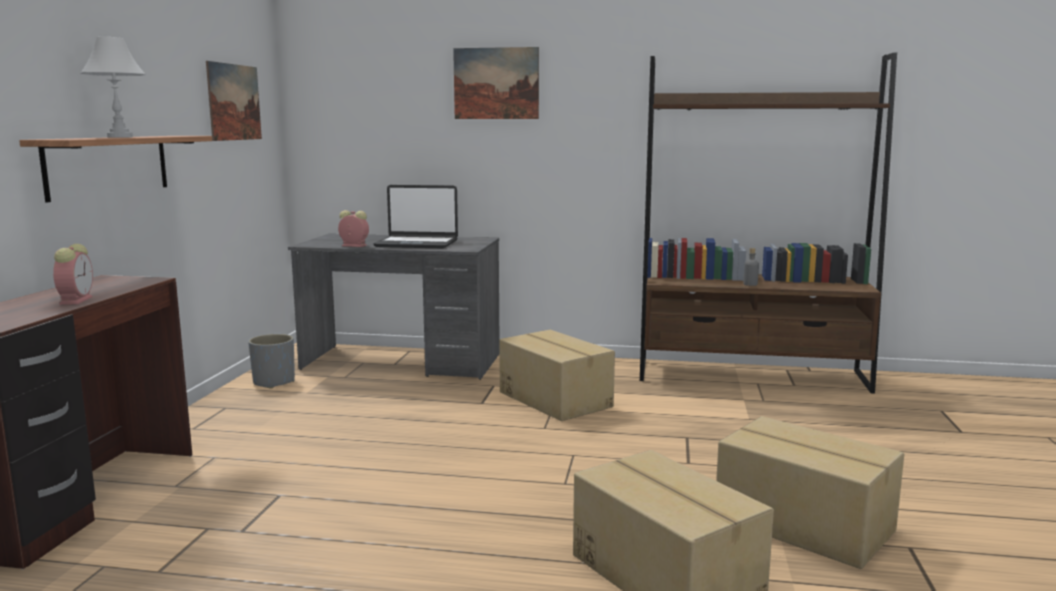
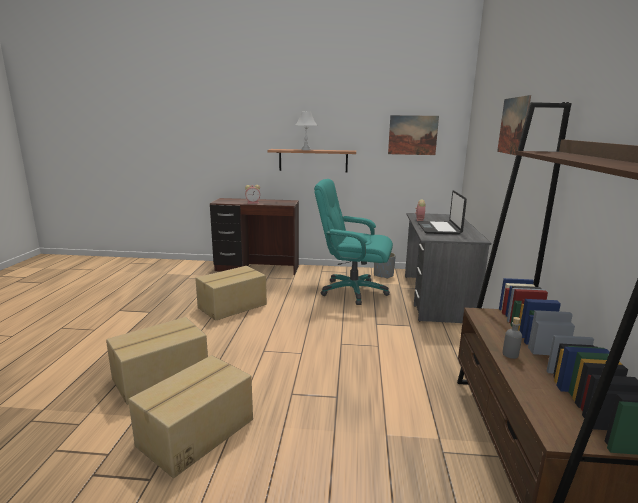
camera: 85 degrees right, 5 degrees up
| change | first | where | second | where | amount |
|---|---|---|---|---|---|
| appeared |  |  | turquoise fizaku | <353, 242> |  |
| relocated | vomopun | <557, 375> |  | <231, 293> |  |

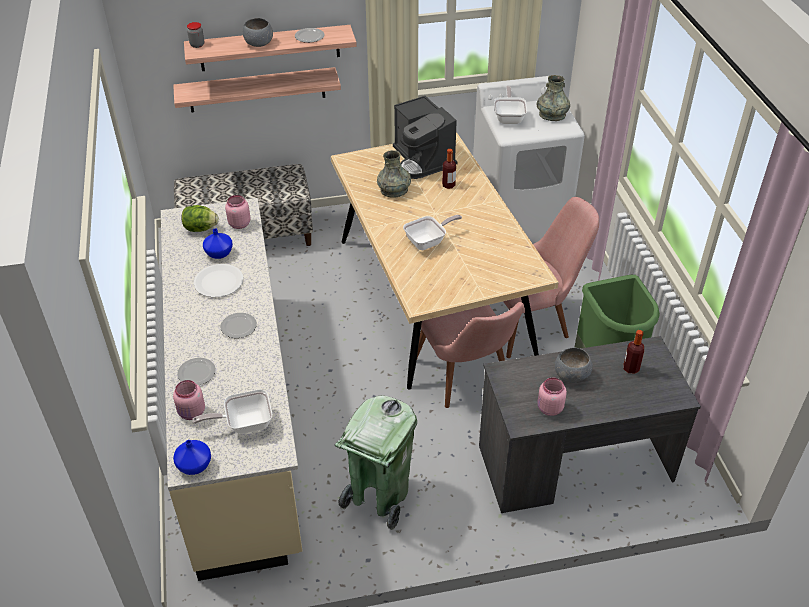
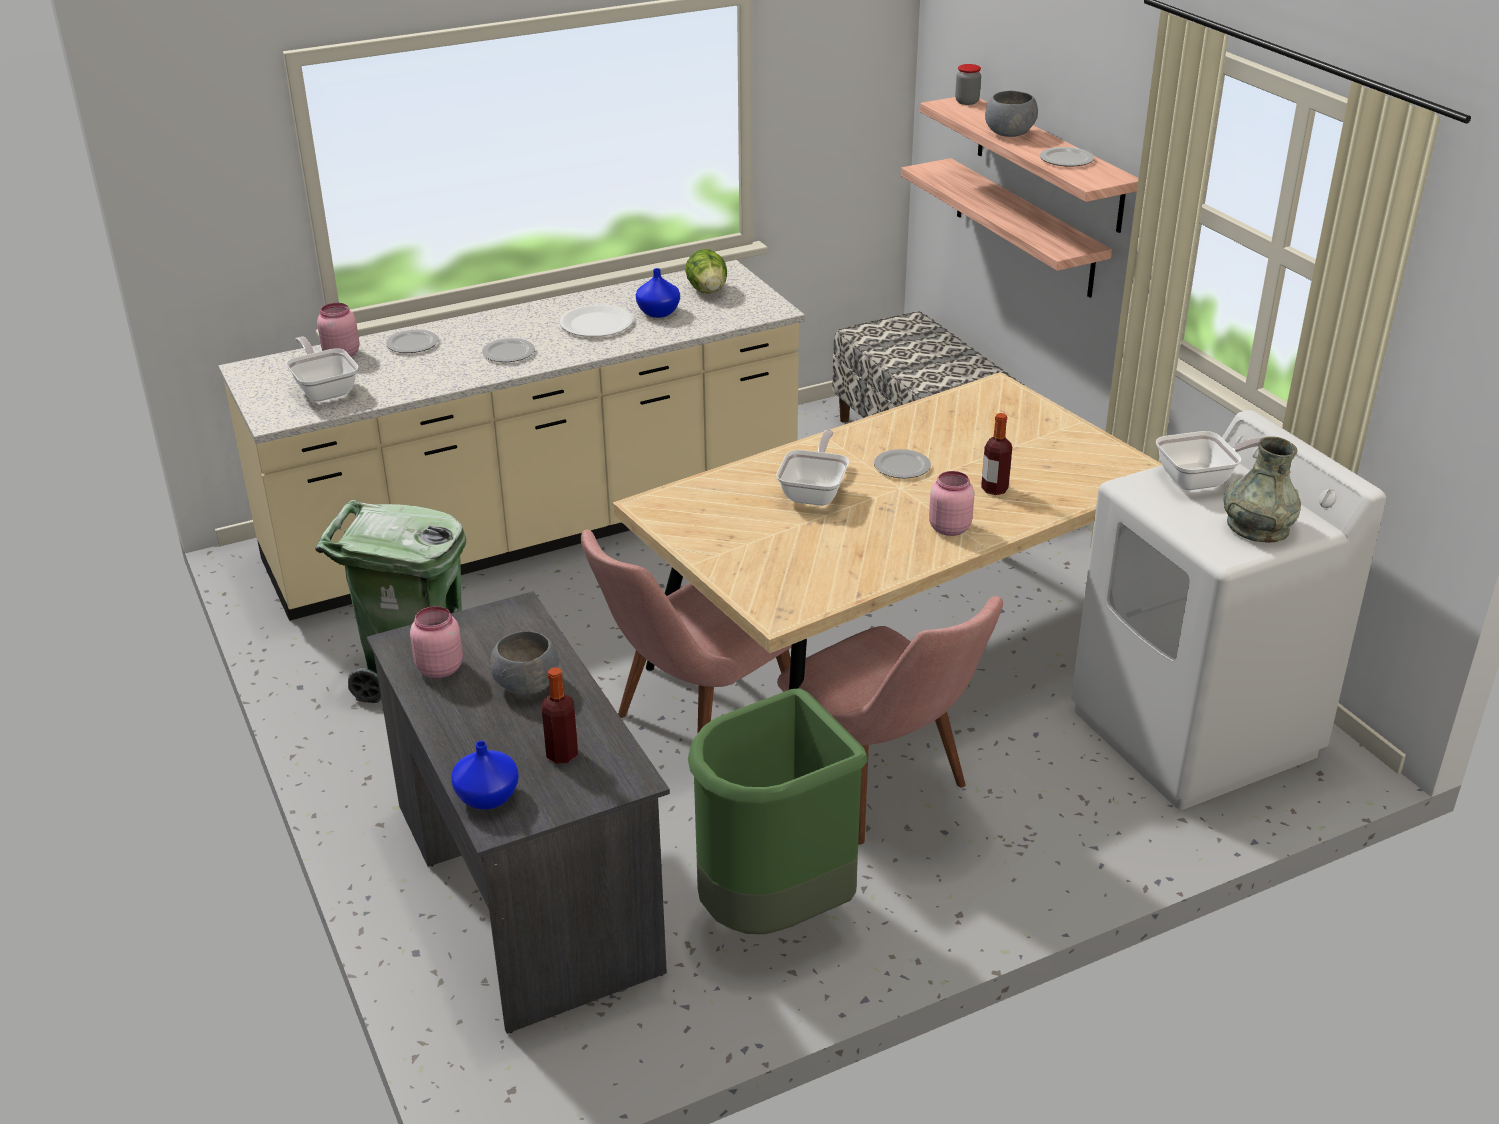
camera: 75 degrees right, 10 degrees down
| change | first | where | second | where | amount |
|---|---|---|---|---|---|
| missing | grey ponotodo | <394, 174> |  |  |  |
| missing | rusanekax | <425, 137> |  |  |  |
| appeared |  |  | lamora | <902, 463> |  |
| relocated | blue ponotodo | <192, 457> |  | <485, 775> |  |
| relocated | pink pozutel | <237, 212> |  | <952, 503> |  |
| spun | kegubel | <432, 232> |  | <812, 468> | 120 degrees counterclockwise |

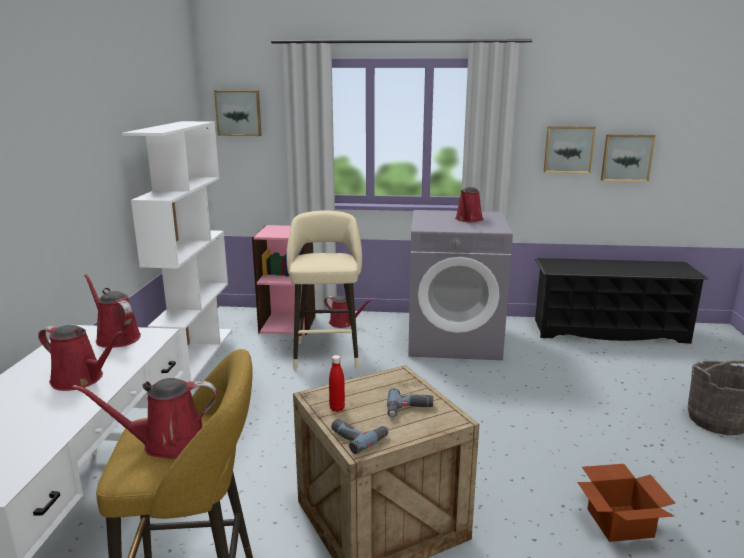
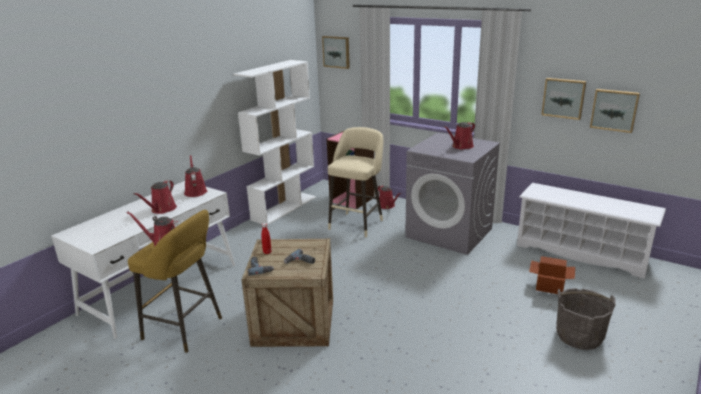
camera: 30 degrees right, 5 degrees up
| change | first | where | second | where | amount |
|---|---|---|---|---|---|
| relocated | vomopun | <626, 503> |  | <552, 275> |  |
| colour | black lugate | <621, 301> | white lugate | <591, 231> |  |
| spun | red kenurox | <81, 358> |  | <155, 197> | 60 degrees clockwise |

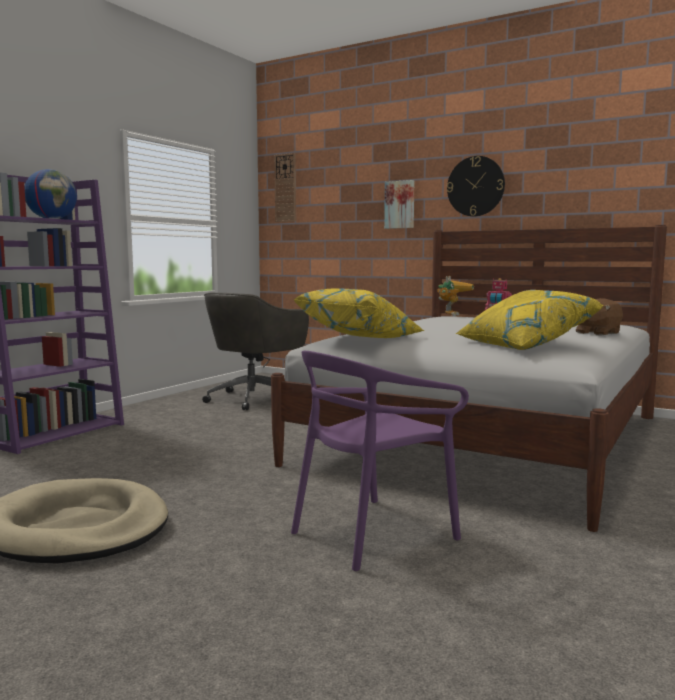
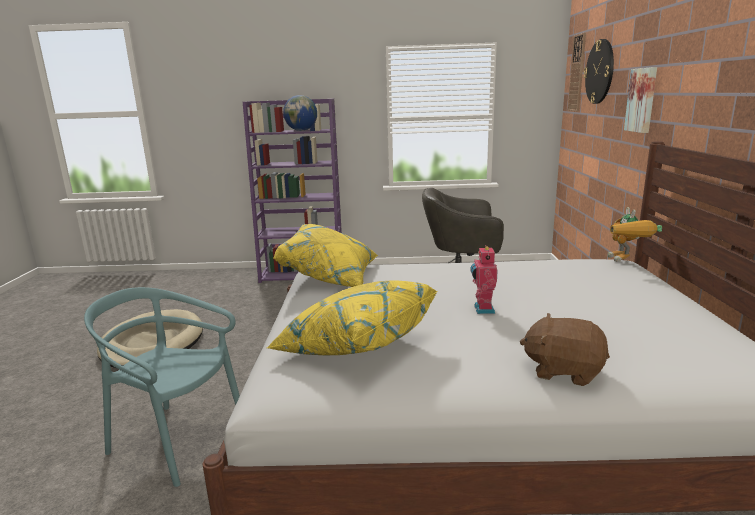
camera: 60 degrees right, 10 degrees up
| change | first | where | second | where | amount |
|---|---|---|---|---|---|
| relocated | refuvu | <476, 186> |  | <598, 71> |  |
| colour | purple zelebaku | <380, 461> | turquoise zelebaku | <162, 387> |  |
| spun | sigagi | <456, 296> |  | <635, 234> | 90 degrees clockwise |

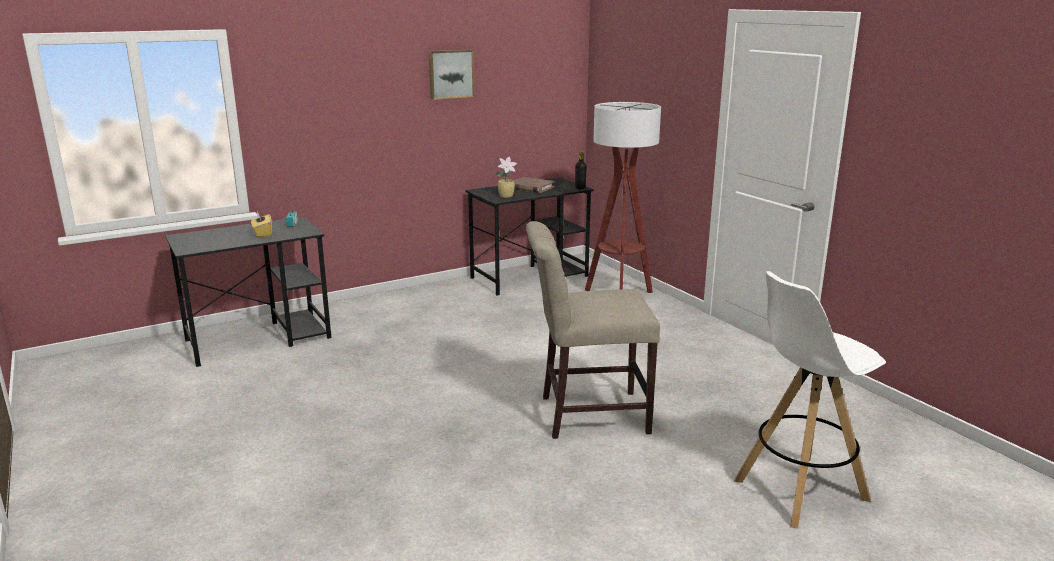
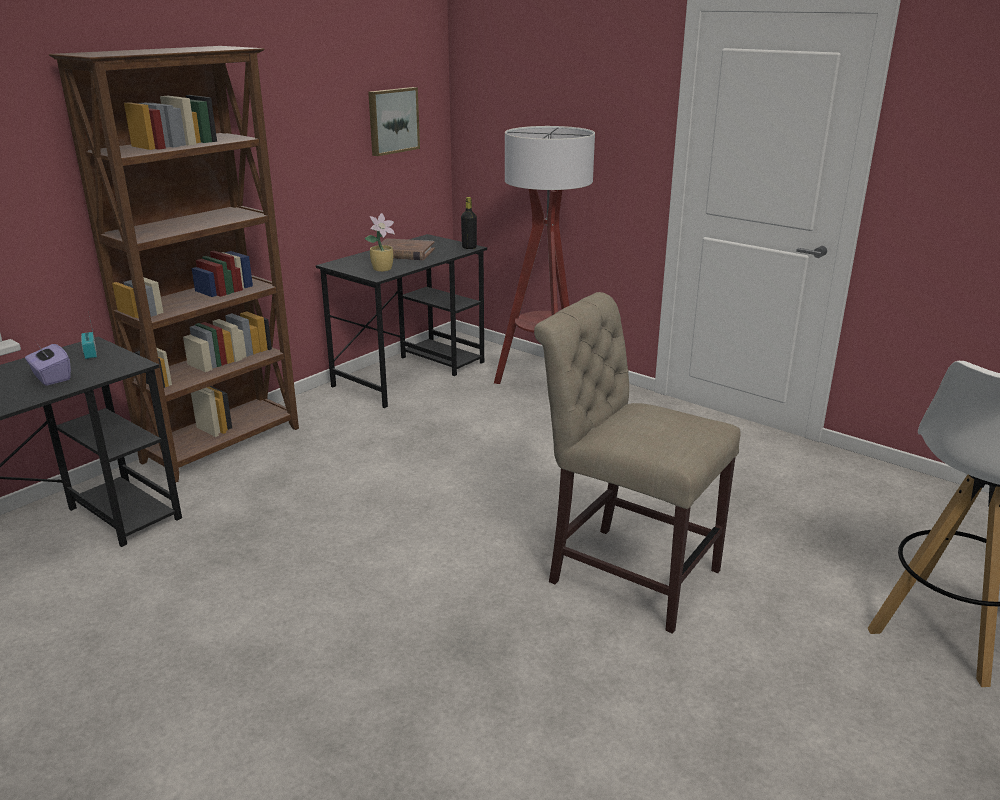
camera: 20 degrees left, 5 degrees up
| change | first | where | second | where | amount |
|---|---|---|---|---|---|
| appeared |  |  | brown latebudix | <174, 264> |  |
| relocated | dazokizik | <451, 75> |  | <394, 121> |  |
| colour | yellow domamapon | <261, 224> | purple domamapon | <48, 364> |  |
| spun | beige zelebaku | <593, 330> |  | <637, 463> | 60 degrees clockwise |

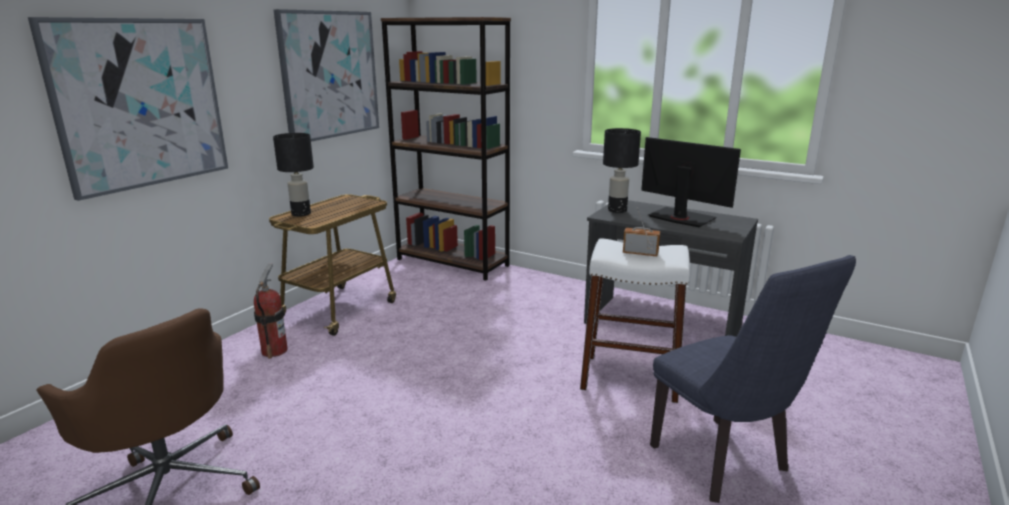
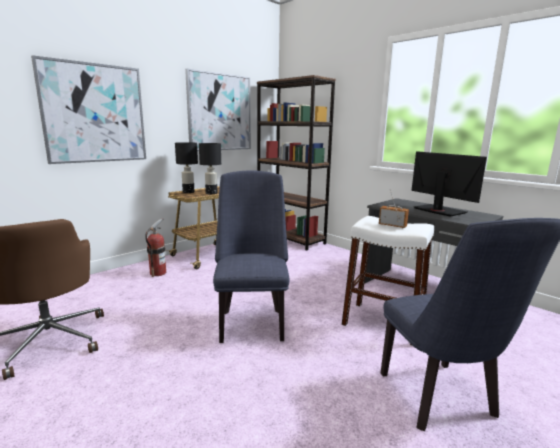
camera: 15 degrees right, 5 degrees down
| change | first | where | second | where | amount |
|---|---|---|---|---|---|
| appeared |  |  | blue zelebaku | <251, 256> |  |
| relocated | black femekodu | <622, 170> |  | <210, 168> |  |

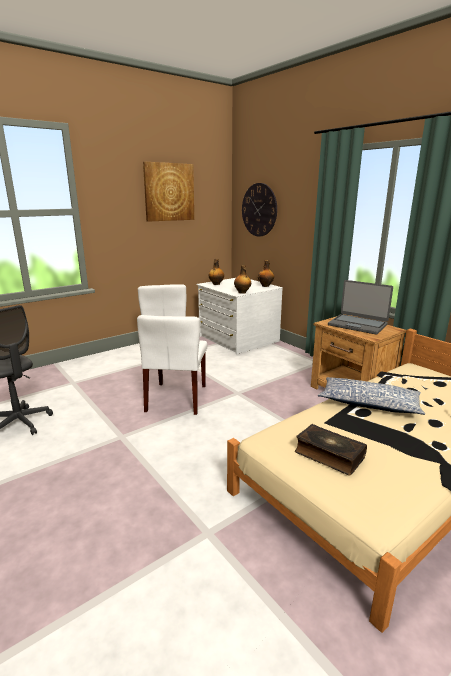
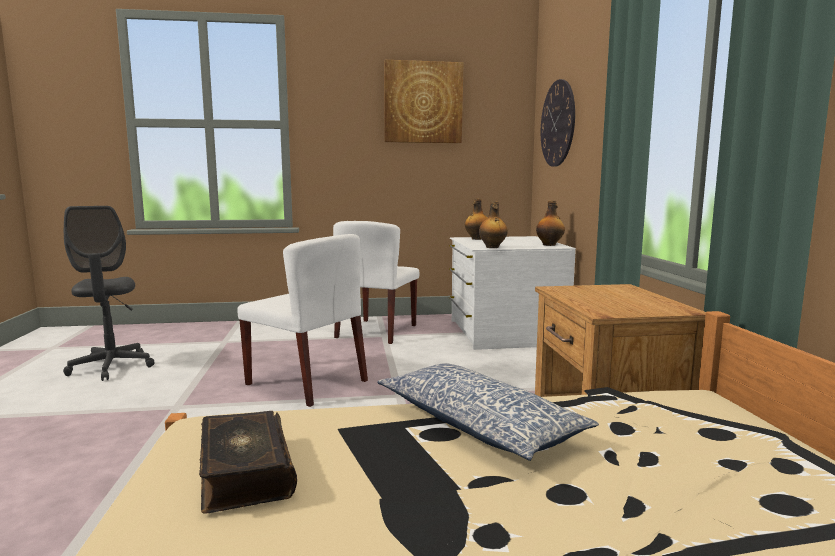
camera: 30 degrees right, 10 degrees down
| change | first | where | second | where | amount |
|---|---|---|---|---|---|
| missing | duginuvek | <360, 307> |  |  |  |
| spun | white zelebaku | <172, 365> |  | <302, 320> | 90 degrees counterclockwise |

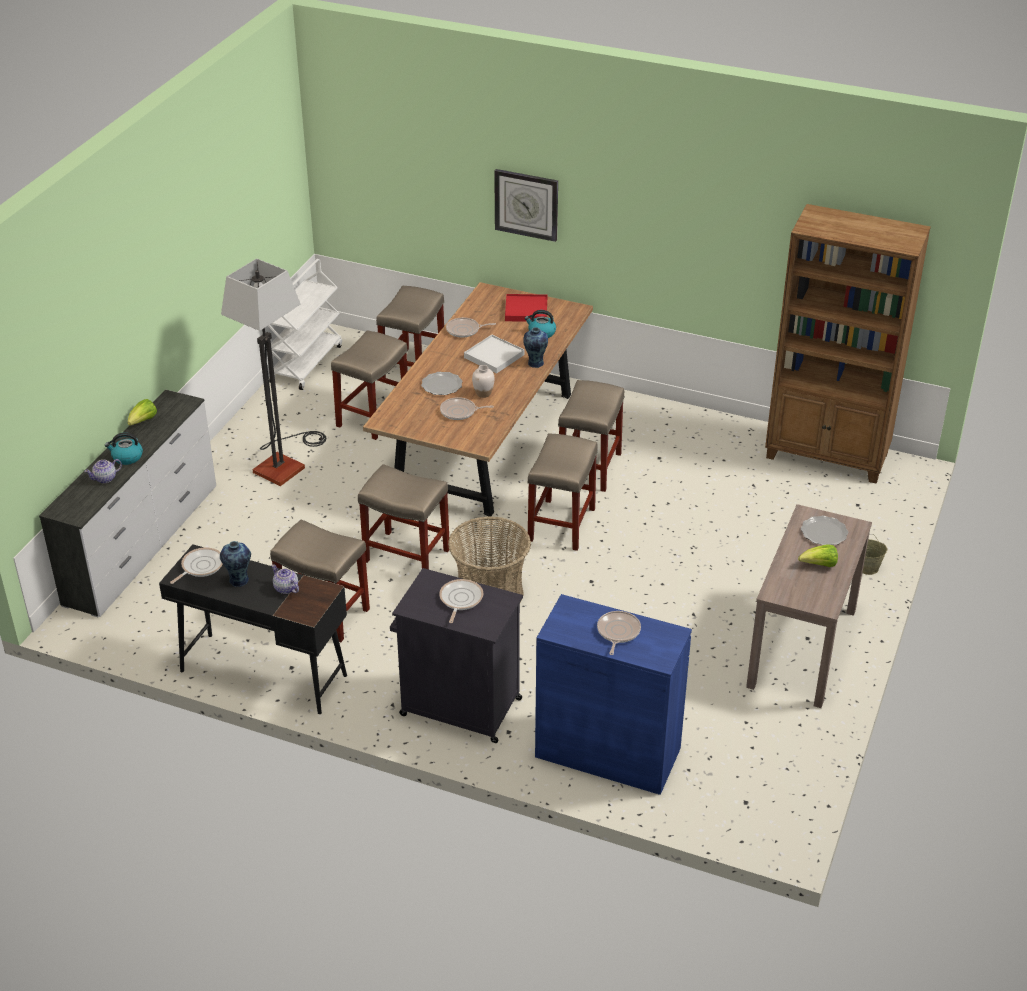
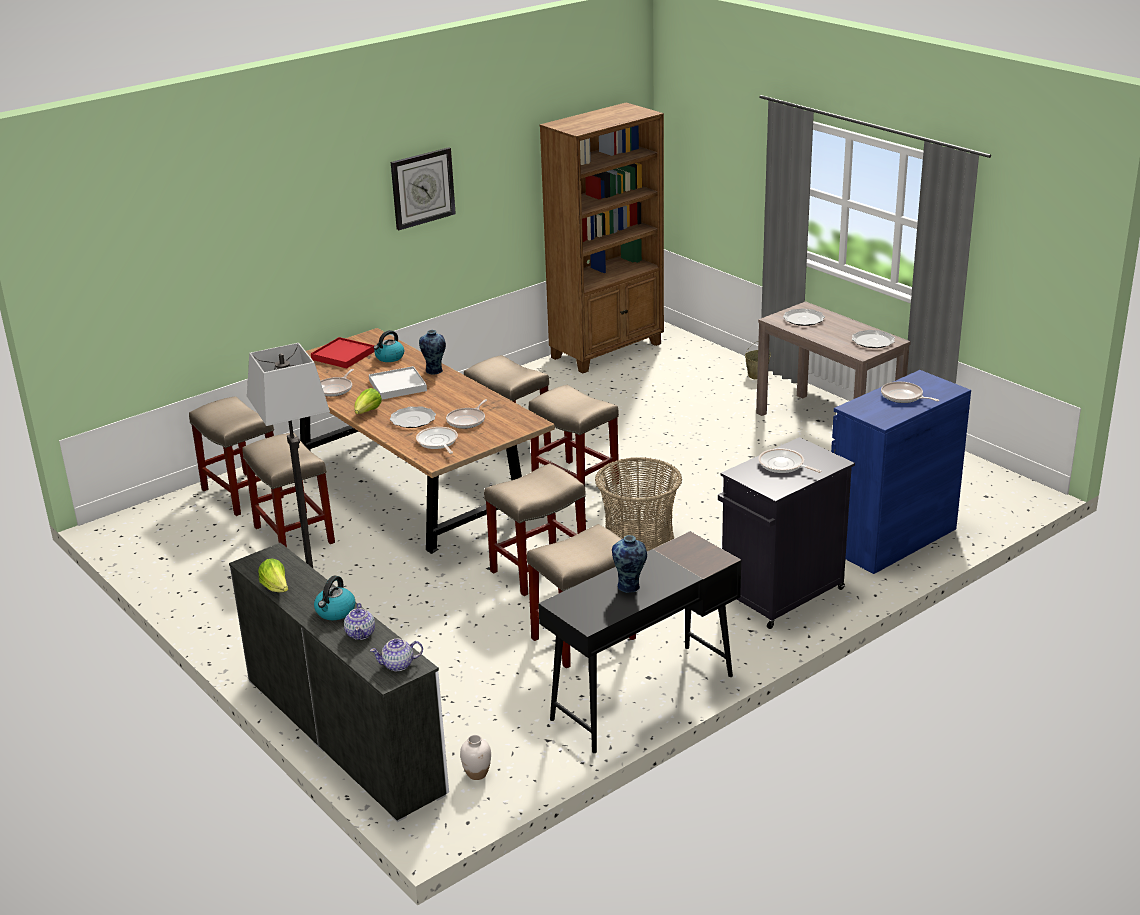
camera: 60 degrees left, 10 degrees down
| change | first | where | second | where | amount |
|---|---|---|---|---|---|
| missing | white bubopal | <305, 324> |  |  |  |
| appeared |  |  | lamora | <873, 339> |  |
| relocated | kegubel | <196, 565> |  | <437, 440> |  |
| relocated | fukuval | <285, 579> |  | <396, 655> |  |
| relocated | white ponotodo | <483, 381> |  | <475, 757> |  |
| relocated | refuvu | <526, 205> |  | <423, 188> |  |
| relocated | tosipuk | <818, 555> |  | <368, 401> |  |

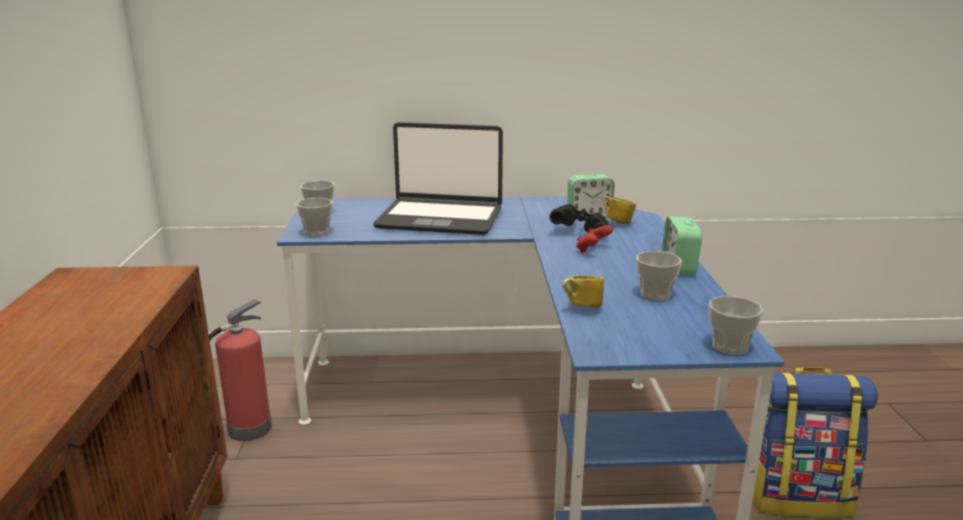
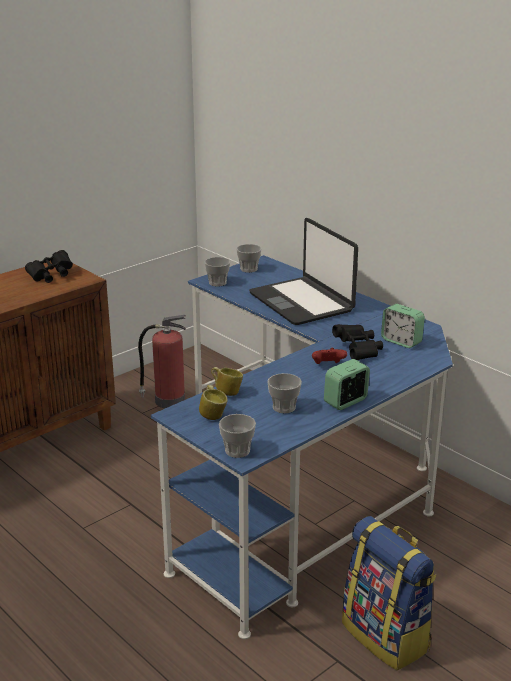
camera: 50 degrees right, 5 degrees up
| change | first | where | second | where | amount |
|---|---|---|---|---|---|
| appeared |  |  | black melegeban | <49, 266> |  |
| relocated | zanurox | <619, 210> |  | <213, 402> |  |

